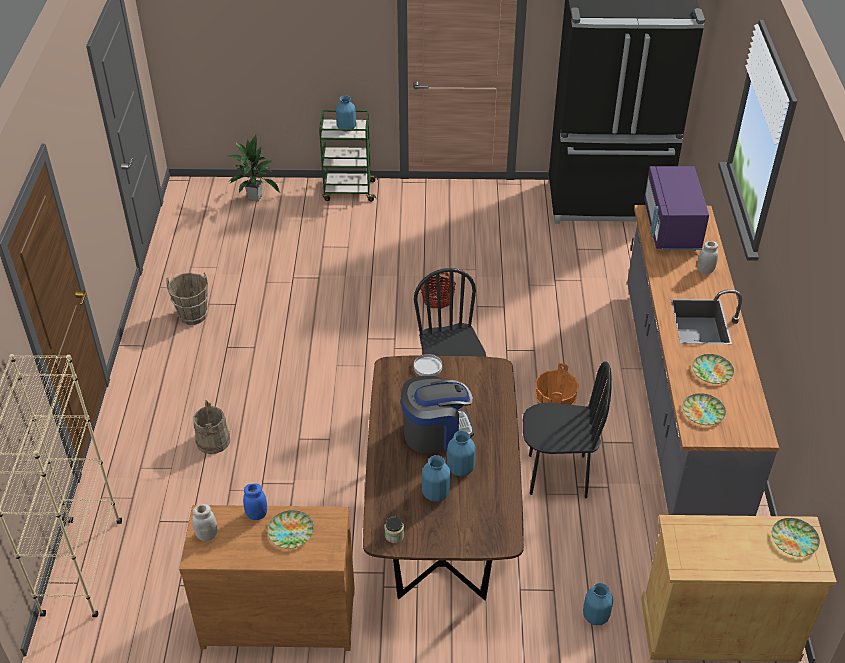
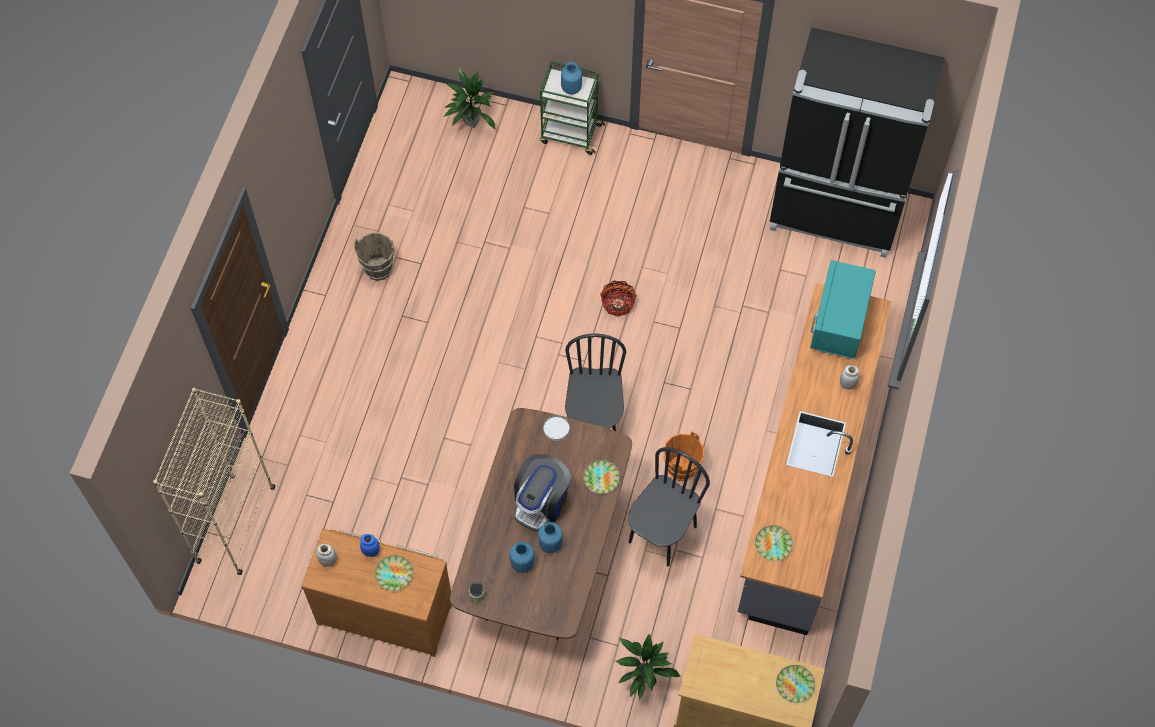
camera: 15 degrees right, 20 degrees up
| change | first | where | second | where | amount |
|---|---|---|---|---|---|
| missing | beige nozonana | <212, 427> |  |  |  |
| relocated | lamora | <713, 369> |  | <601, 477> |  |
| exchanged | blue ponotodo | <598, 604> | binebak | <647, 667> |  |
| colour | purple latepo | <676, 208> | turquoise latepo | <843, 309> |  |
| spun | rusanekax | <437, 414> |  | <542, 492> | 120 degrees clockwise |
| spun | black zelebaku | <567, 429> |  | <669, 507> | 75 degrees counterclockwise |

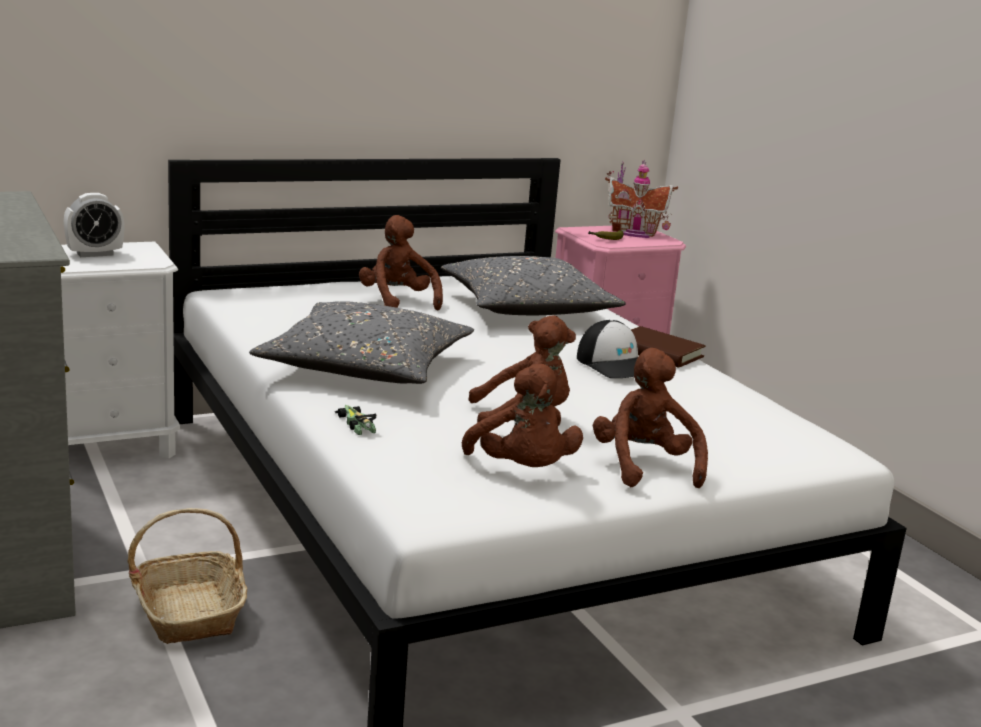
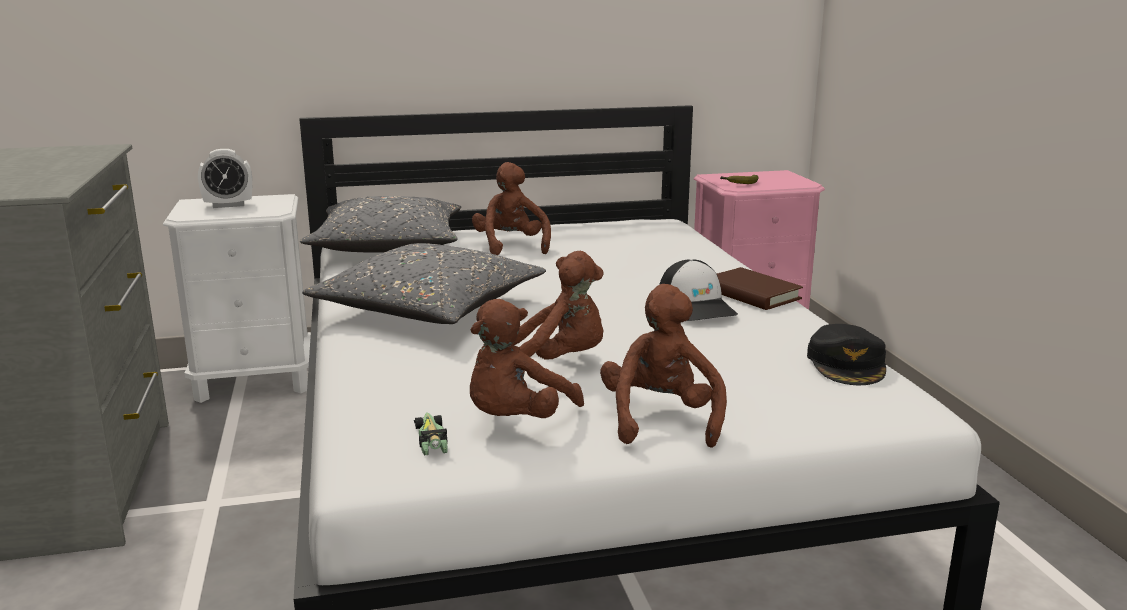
camera: 15 degrees right, 0 degrees up
| change | first | where | second | where | amount |
|---|---|---|---|---|---|
| missing | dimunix | <187, 576> |  |  |  |
| missing | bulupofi | <641, 198> |  |  |  |
| appeared |  |  | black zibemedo | <846, 354> |  |
| relocated | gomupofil | <355, 420> |  | <431, 433> |  |
| relocated | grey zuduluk | <533, 285> |  | <380, 224> |  |
| spun | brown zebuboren | <522, 415> |  | <527, 358> | 45 degrees clockwise |

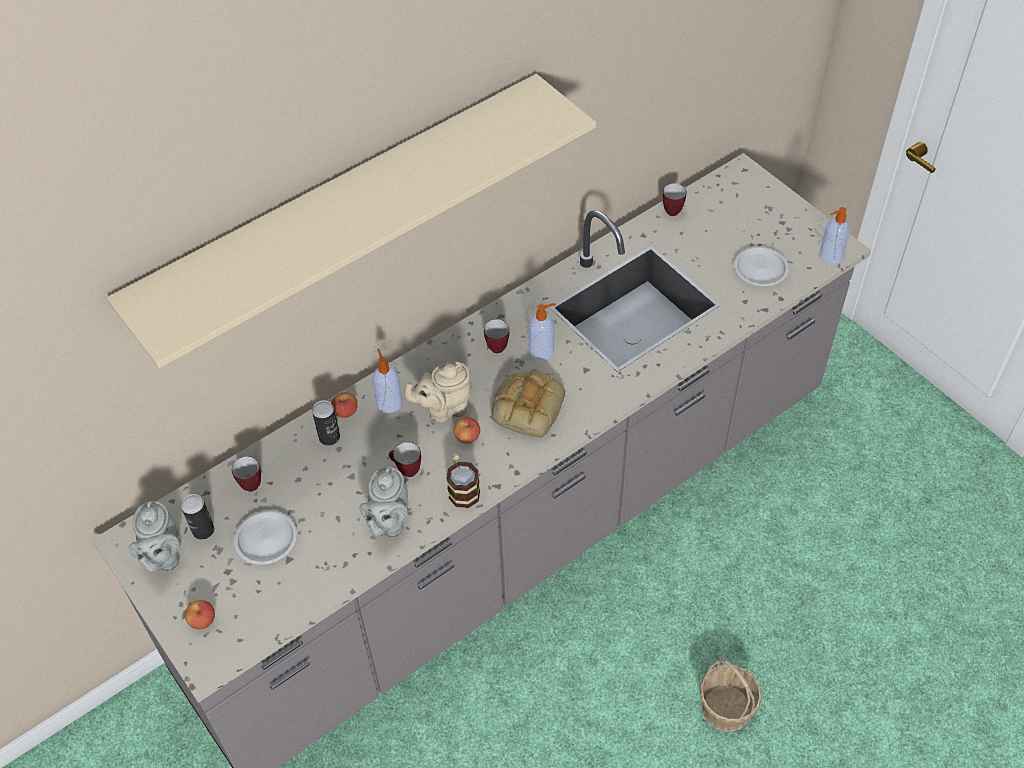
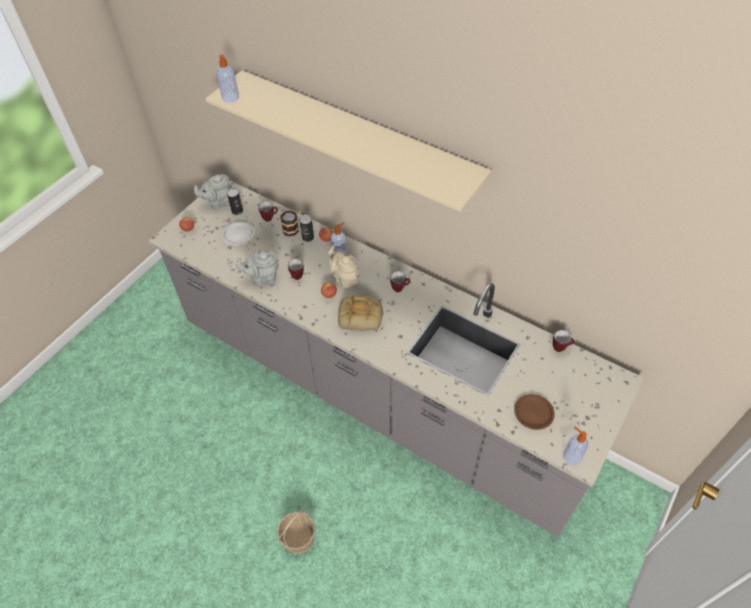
camera: 70 degrees right, 0 degrees up
| change | first | where | second | where | amount |
|---|---|---|---|---|---|
| relocated | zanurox | <463, 480> |  | <292, 223> |  |
| relocated | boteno | <542, 332> |  | <228, 79> |  |
| colour | white lamora | <761, 266> | brown lamora | <534, 412> |  |

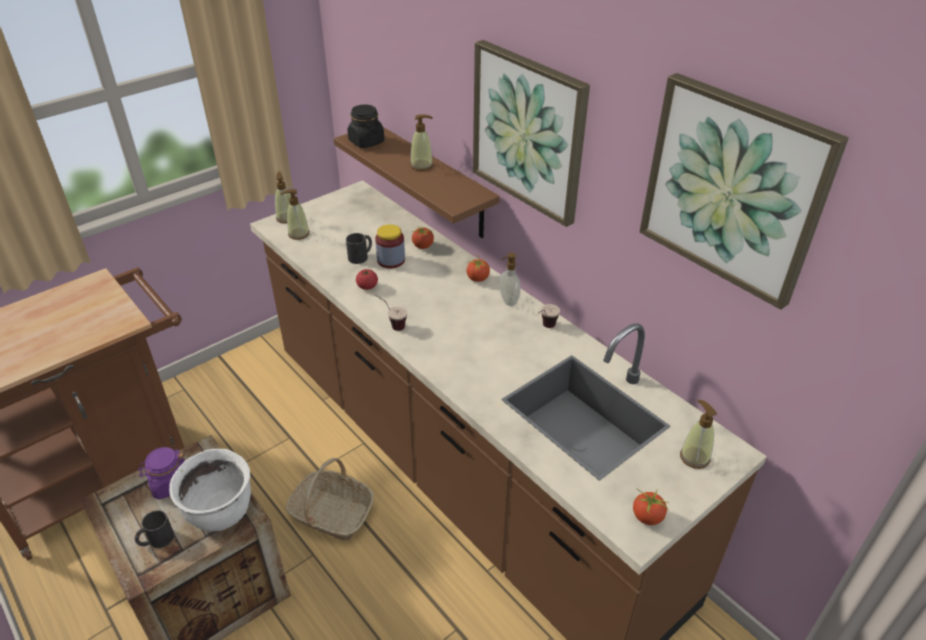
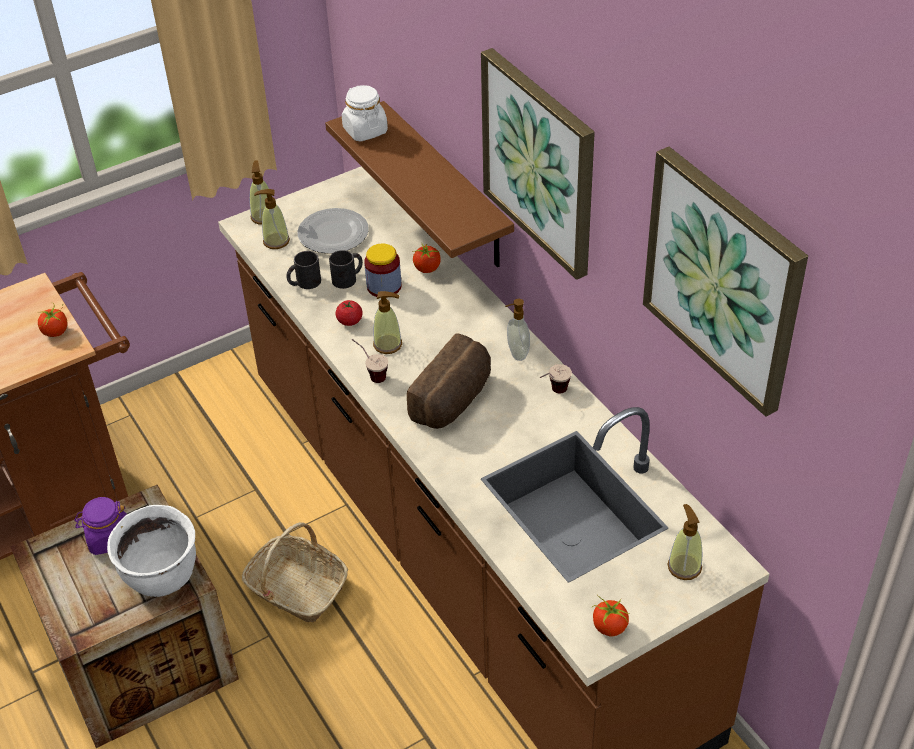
camera: 10 degrees right, 5 degrees up
| change | first | where | second | where | amount |
|---|---|---|---|---|---|
| appeared |  |  | lamora | <333, 231> |  |
| appeared |  |  | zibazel | <449, 381> |  |
| relocated | black zanurox | <154, 529> |  | <303, 270> |  |
| relocated | boteno | <421, 142> |  | <387, 322> |  |
| relocated | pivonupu | <478, 268> |  | <53, 319> |  |
| colour | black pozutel | <365, 126> | white pozutel | <365, 113> |  |

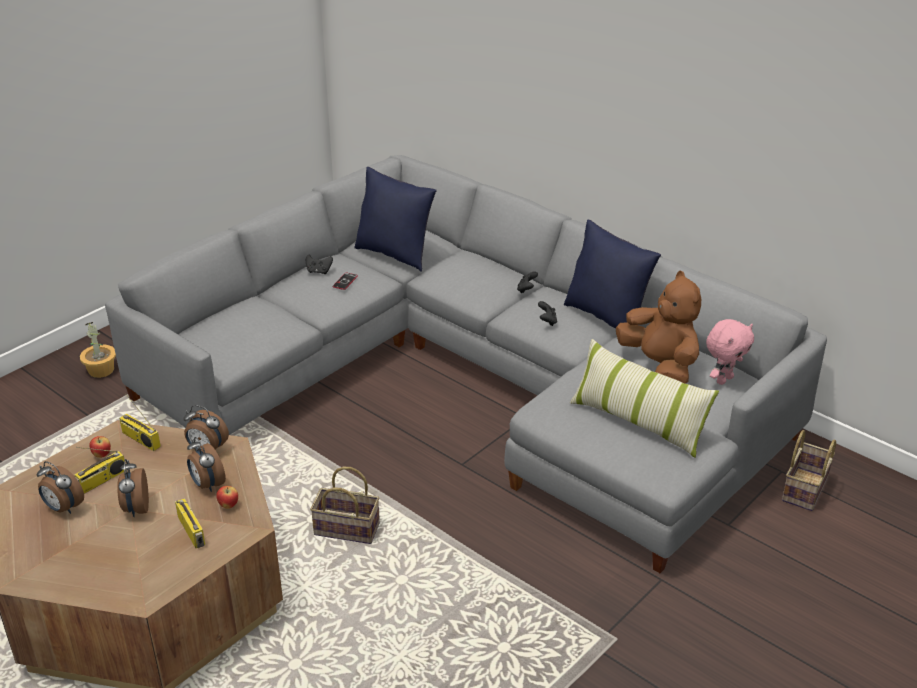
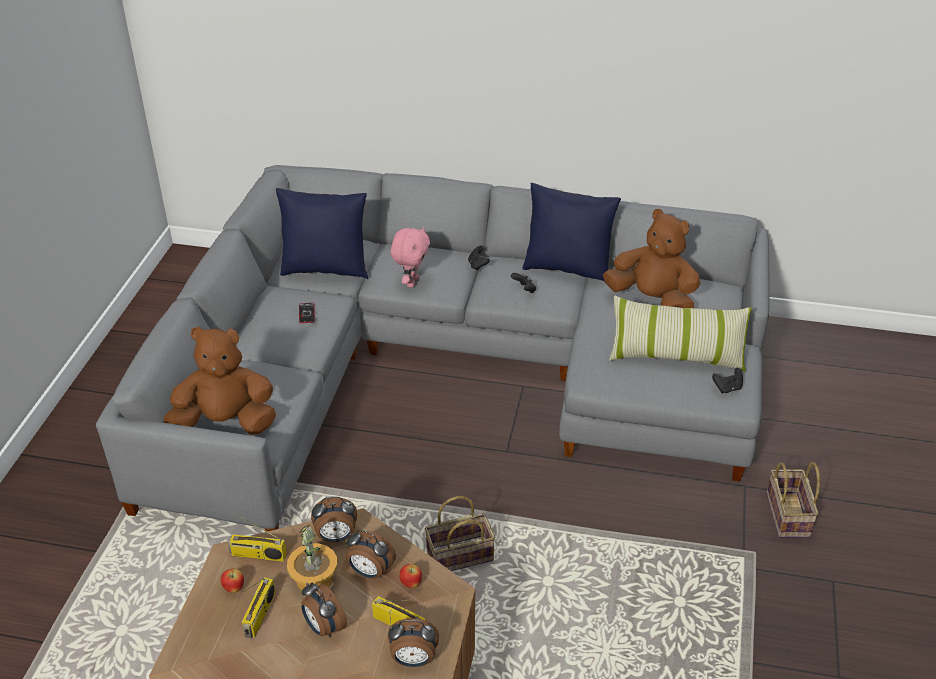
camera: 30 degrees left, 5 degrees up
| change | first | where | second | where | amount |
|---|---|---|---|---|---|
| appeared |  |  | brown zebuboren | <219, 381> |  |
| relocated | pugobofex | <60, 487> |  | <413, 642> |  |
| relocated | binebak | <98, 350> |  | <312, 560> |  |
| relocated | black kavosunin | <319, 264> |  | <727, 380> |  |
| relocated | pink zebuboren | <730, 352> |  | <410, 257> |  |
| relocated | dimunix | <809, 470> |  | <793, 500> |  |

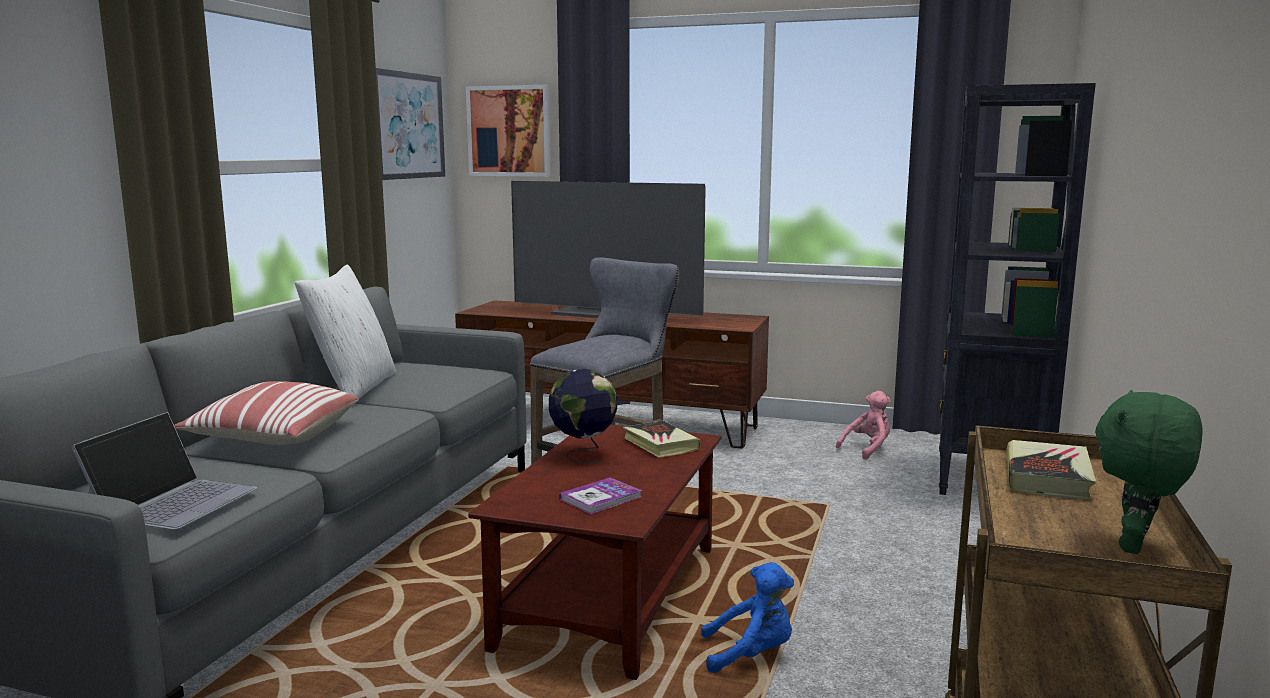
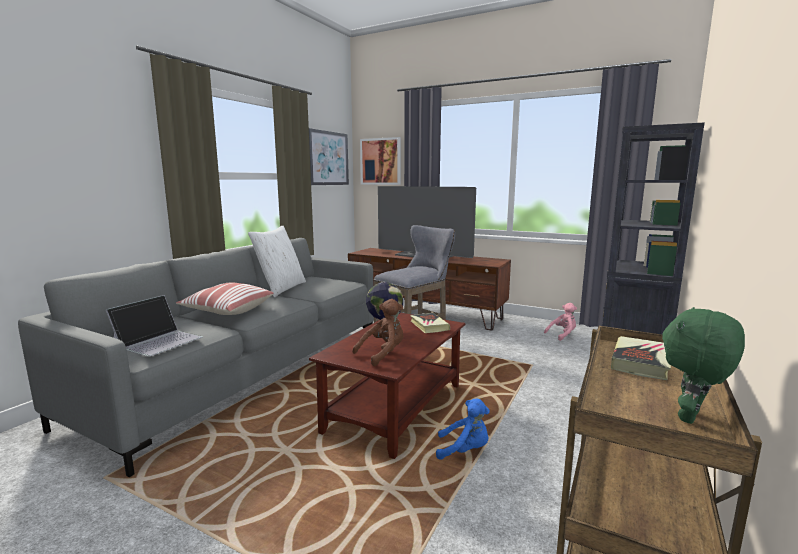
camera: 10 degrees right, 0 degrees up
| change | first | where | second | where | amount |
|---|---|---|---|---|---|
| exchanged | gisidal | <600, 495> | brown zebuboren | <378, 332> |  |

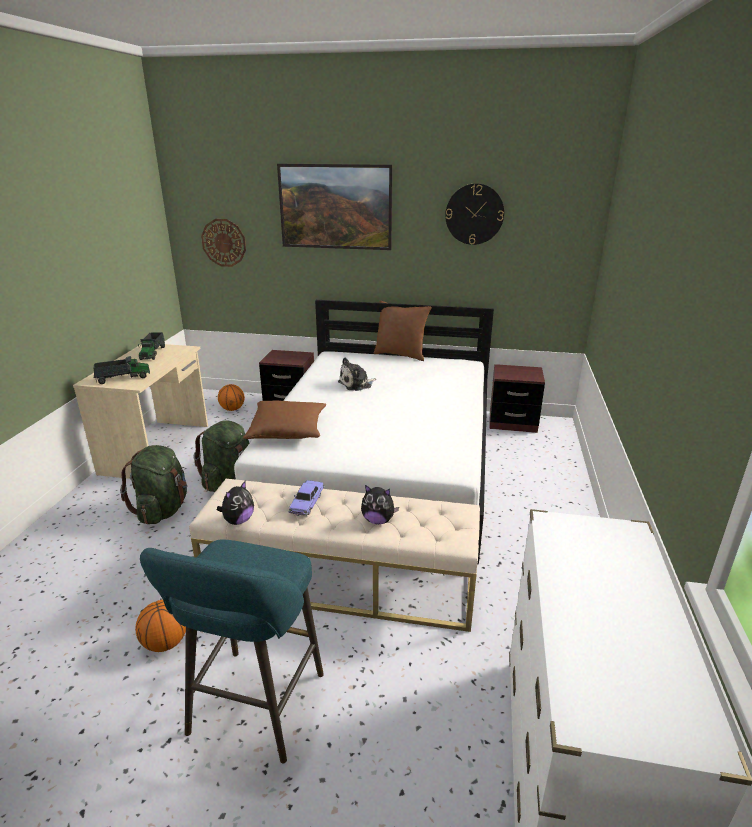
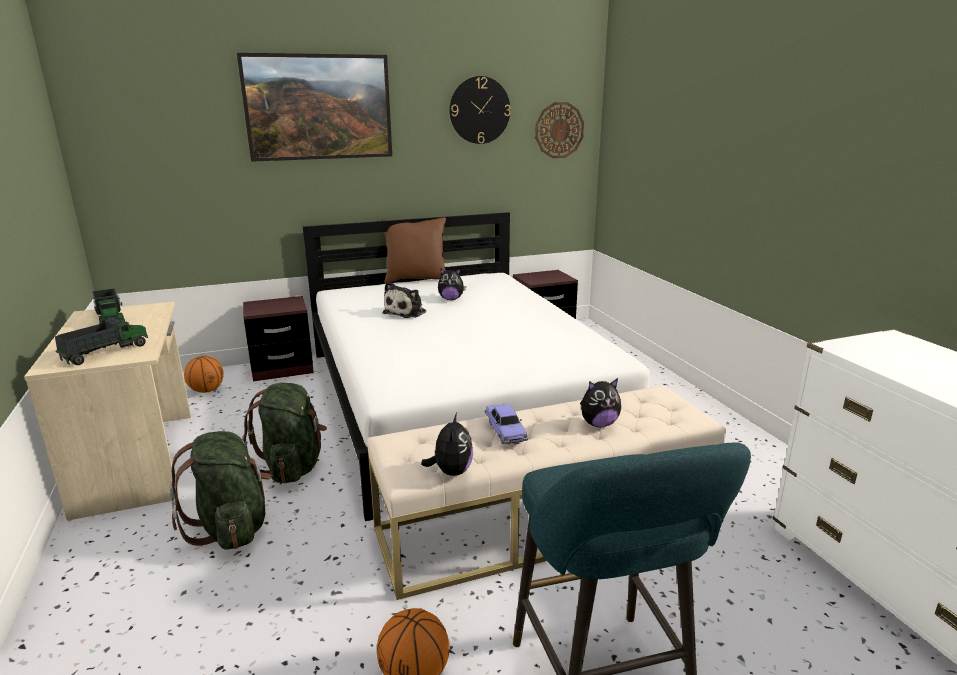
camera: 30 degrees left, 5 degrees down
| change | first | where | second | where | amount |
|---|---|---|---|---|---|
| missing | brown zuduluk | <284, 419> |  |  |  |
| appeared |  |  | zebuboren | <452, 284> |  |
| relocated | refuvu | <223, 243> |  | <559, 130> |  |

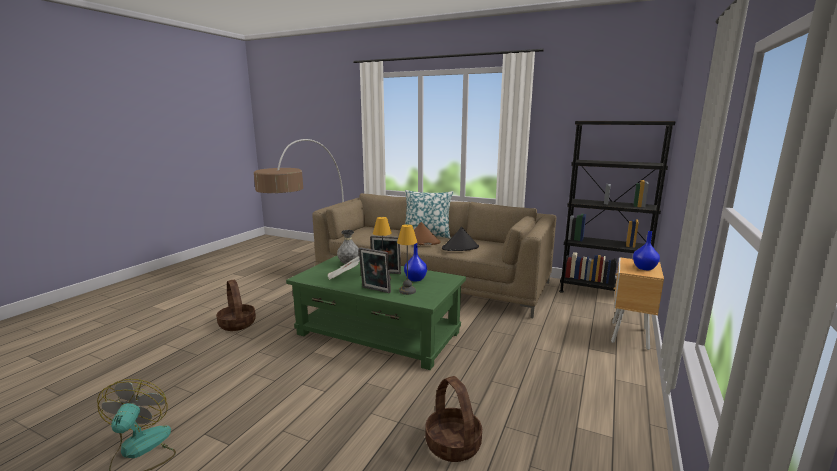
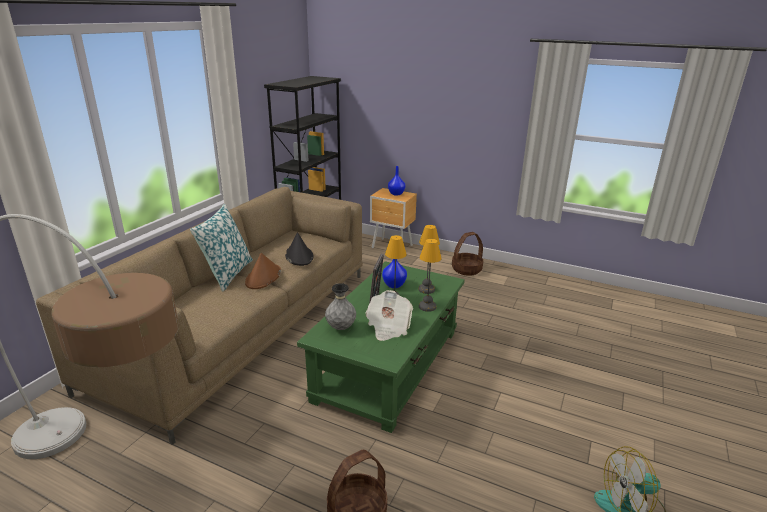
camera: 90 degrees left, 10 degrees up
| change | first | where | second | where | amount |
|---|---|---|---|---|---|
| relocated | dimunix | <453, 419> |  | <467, 254> |  |
| exchanged | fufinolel | <375, 270> | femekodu | <430, 275> |  |

